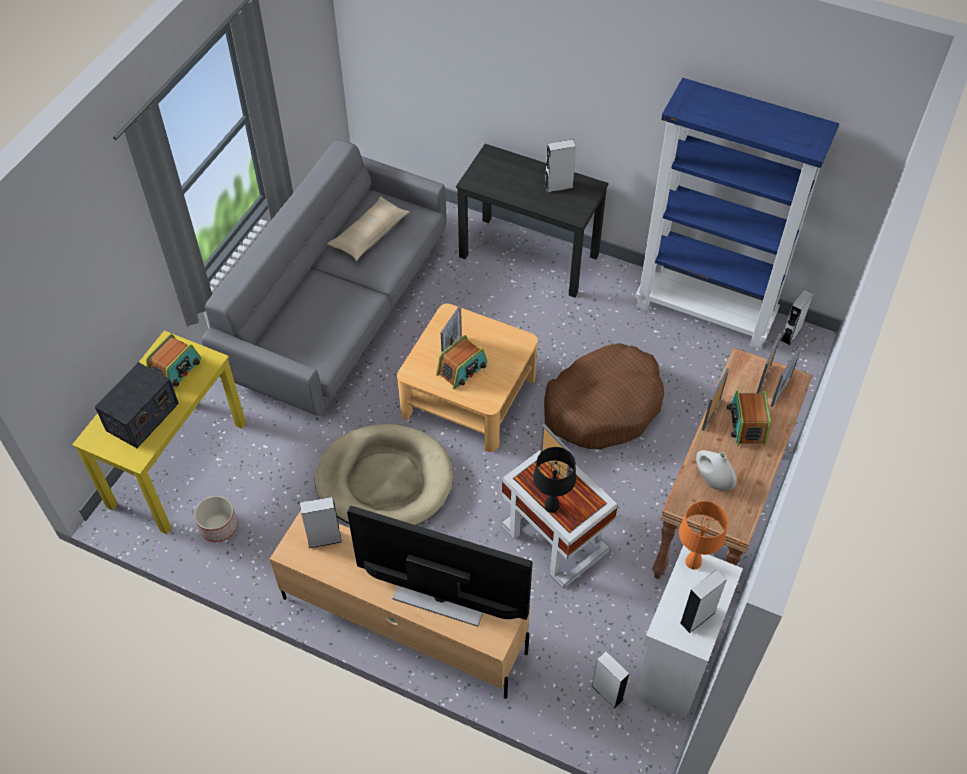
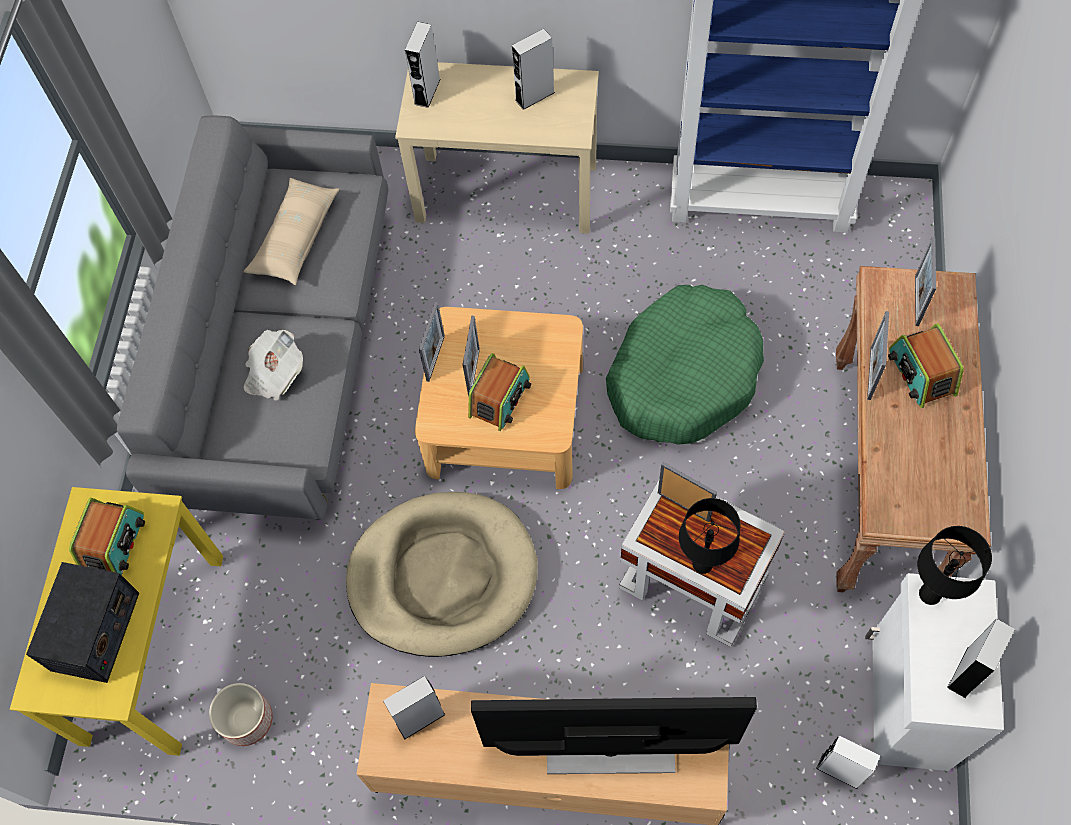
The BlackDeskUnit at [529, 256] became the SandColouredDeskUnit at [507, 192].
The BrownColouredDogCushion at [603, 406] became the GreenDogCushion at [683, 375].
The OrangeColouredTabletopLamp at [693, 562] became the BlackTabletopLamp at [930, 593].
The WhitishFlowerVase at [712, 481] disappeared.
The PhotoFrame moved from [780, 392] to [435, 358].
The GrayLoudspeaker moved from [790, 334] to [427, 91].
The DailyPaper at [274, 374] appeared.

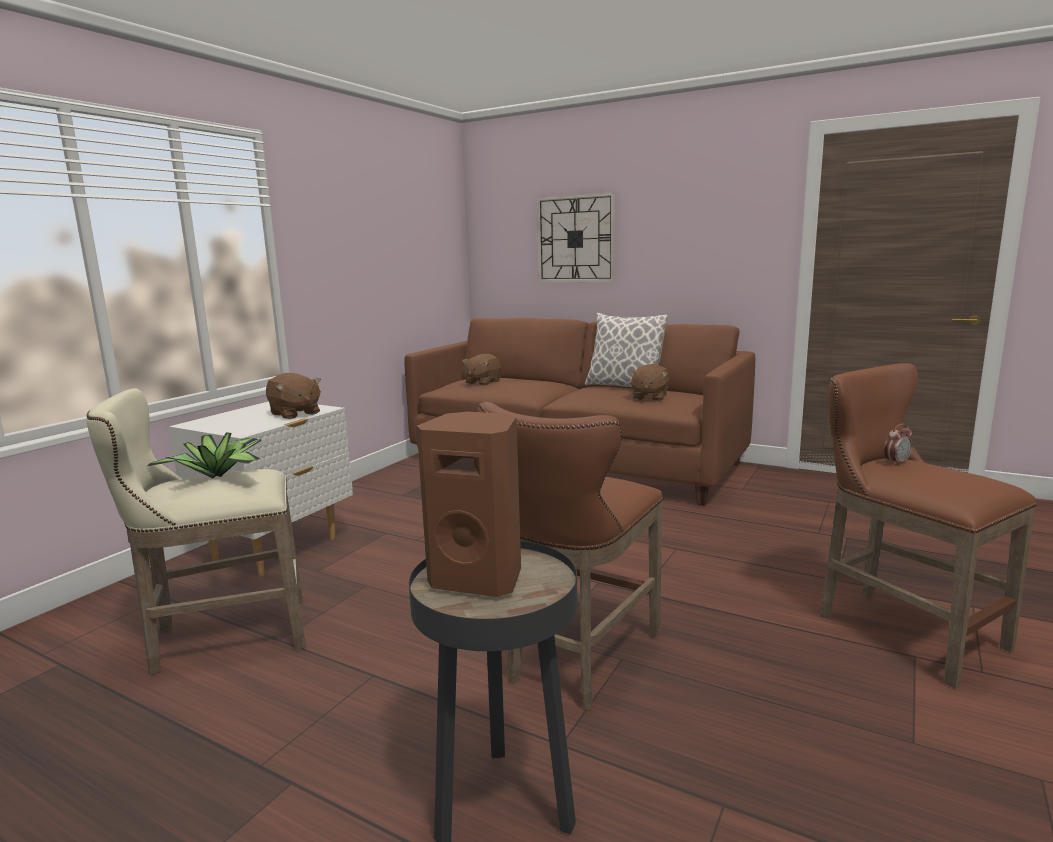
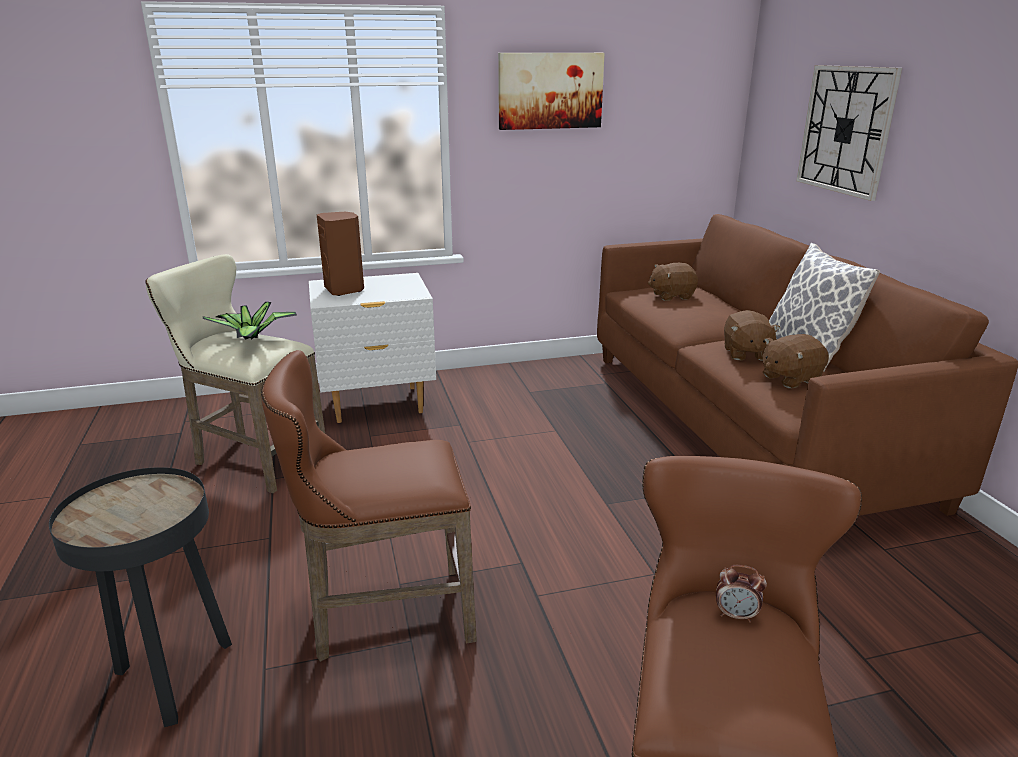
The BrownColouredSoftToy moved from [295, 414] to [745, 353].
The BrownColouredLoudspeaker moved from [479, 578] to [345, 290].
The WallPicture at [550, 91] appeared.

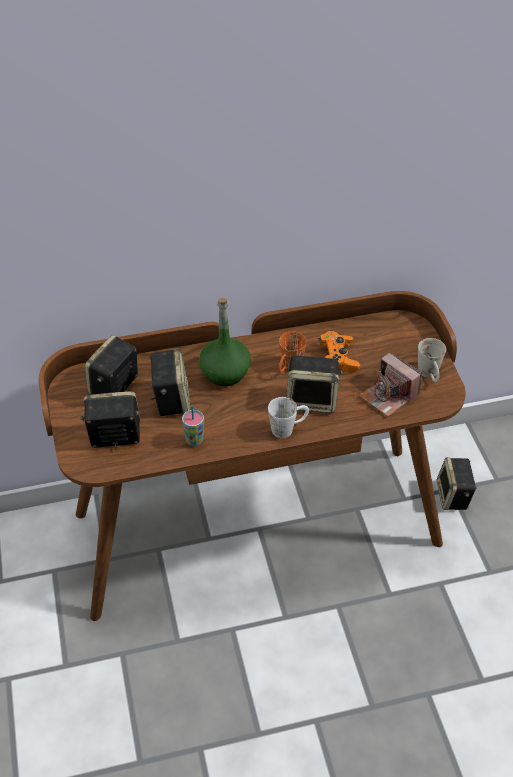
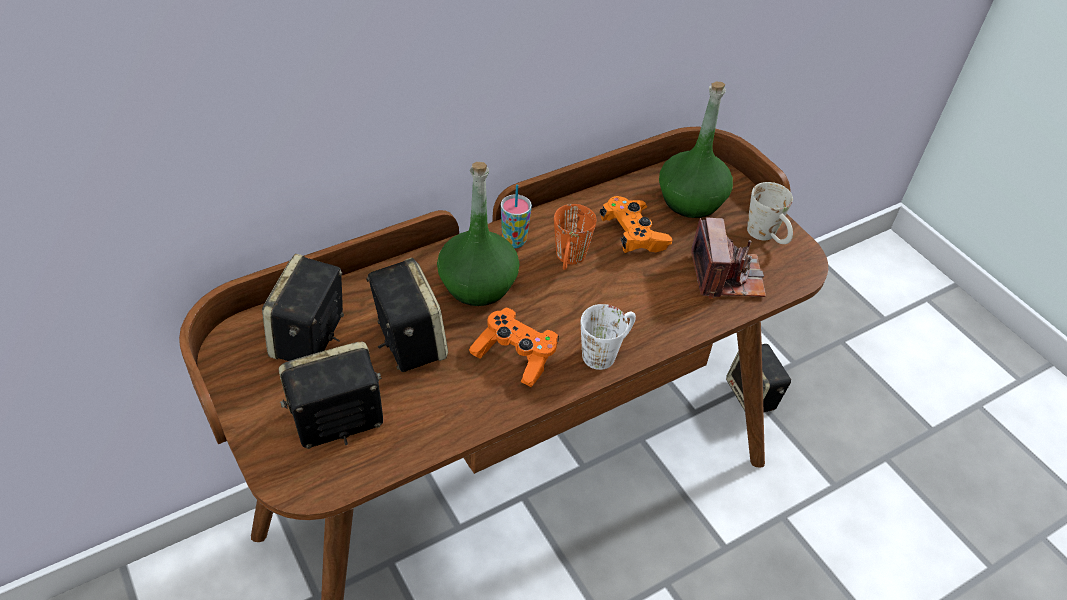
The DrinkingCup moved from [194, 440] to [514, 241].
The Loudspeaker at [312, 400] disappeared.
The PhotoCamera at [388, 396] turned 120 degrees counterclockwise.
The OrangeColouredGamepad at [515, 356] appeared.
The GreenBottle at [690, 200] appeared.

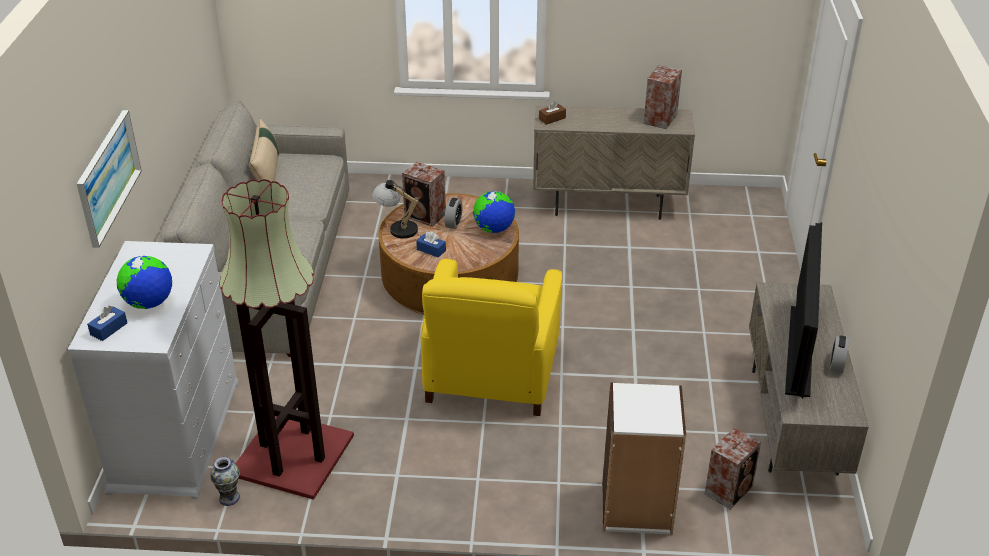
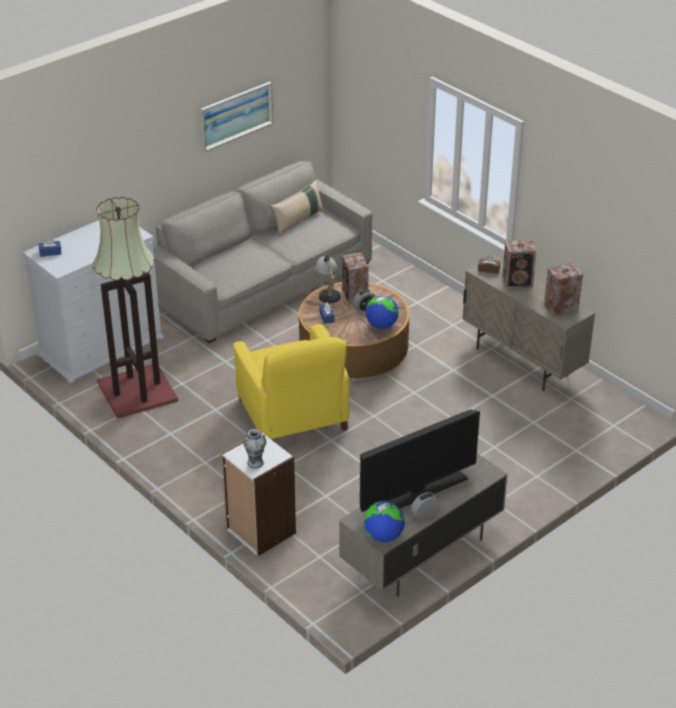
The WallPicture moved from [108, 176] to [236, 115].
The WorldGlobe moved from [149, 303] to [383, 536].
The FlowerVase moved from [229, 498] to [255, 463].
The YellowColouredArmchair at [491, 373] turned 75 degrees counterclockwise.
The Loudspeaker moved from [730, 490] to [518, 282].

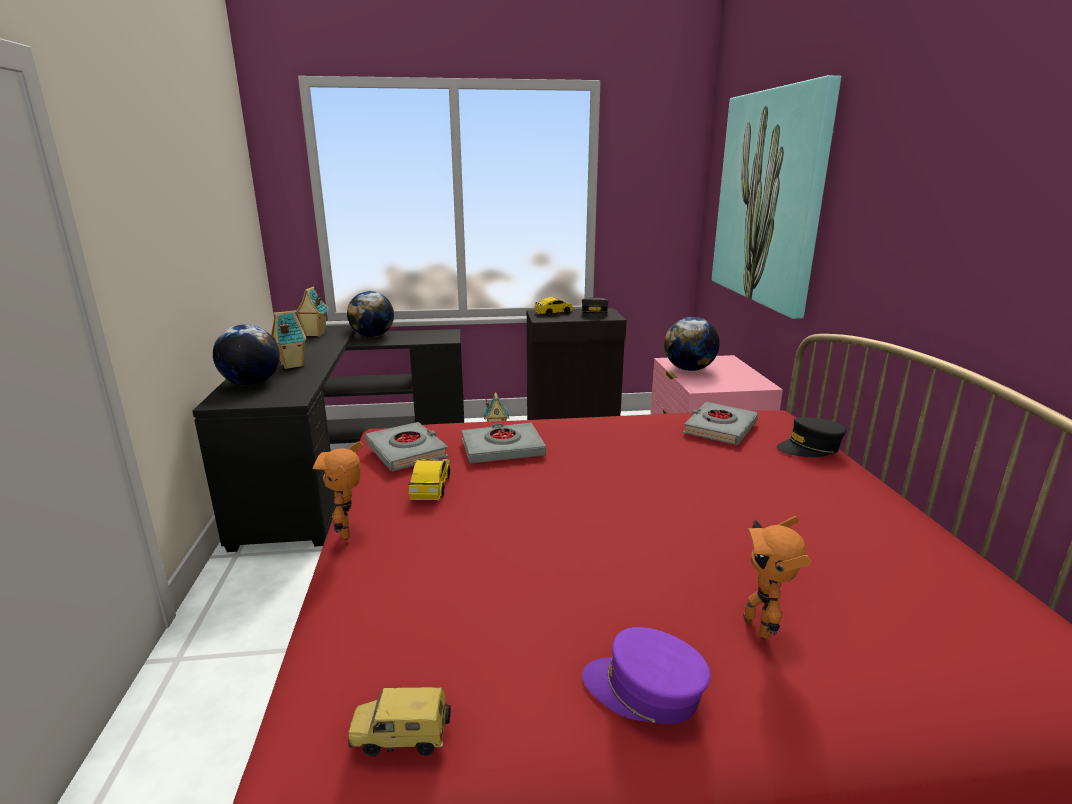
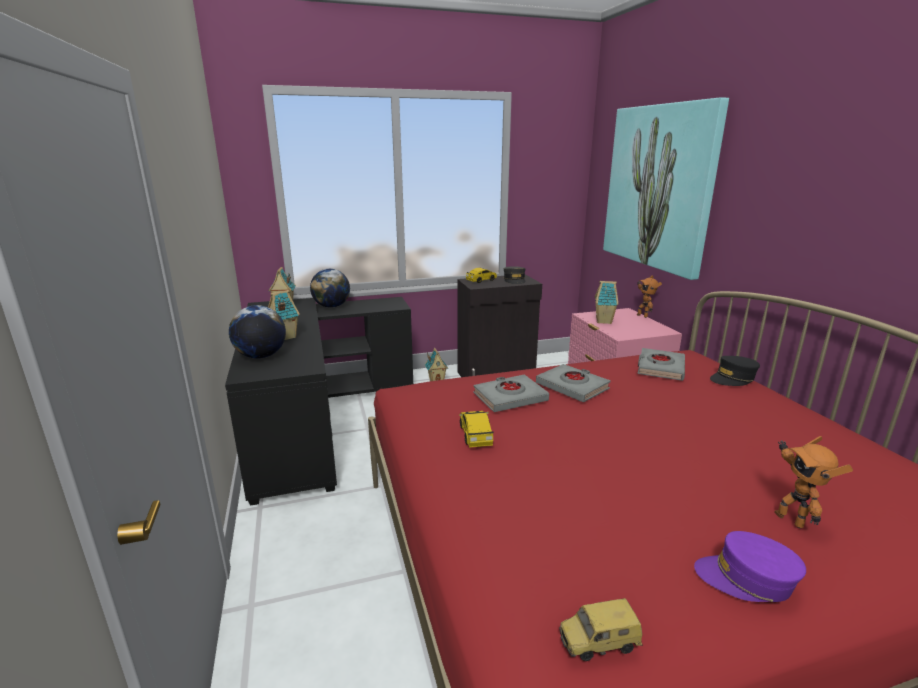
The ModelRobot moved from [350, 532] to [643, 316].
The GrayVolume moved from [407, 451] to [572, 387].
The WorldGlobe at [689, 369] was replaced by the ModelHouse at [604, 321].

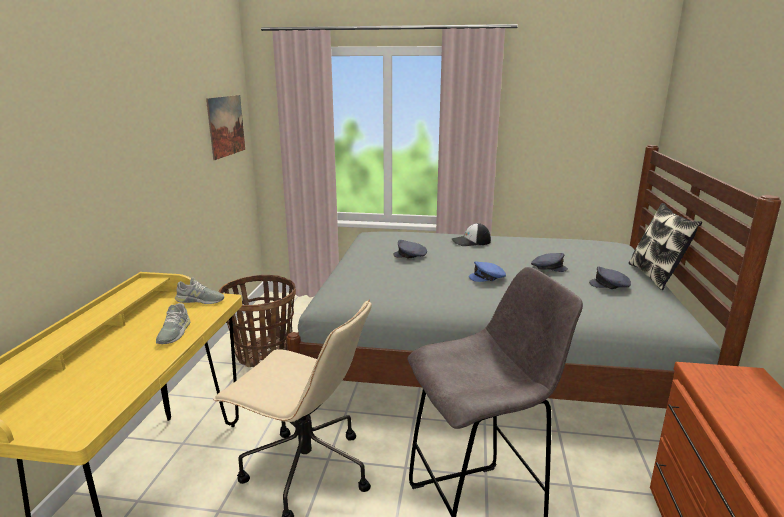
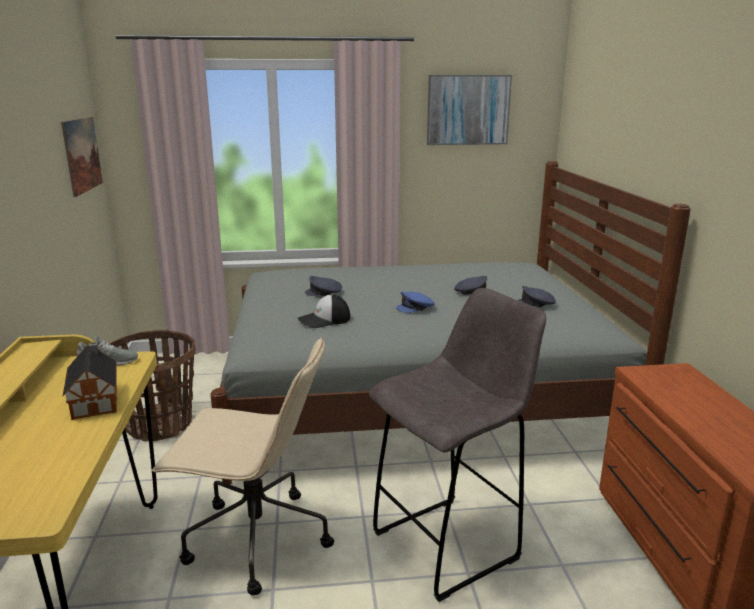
The GrayLowShoe at [174, 332] was replaced by the ModelHouse at [96, 400].
The Cap moved from [471, 241] to [324, 320].
The Cushion at [655, 276] disappeared.
The WallPicture at [468, 110] appeared.

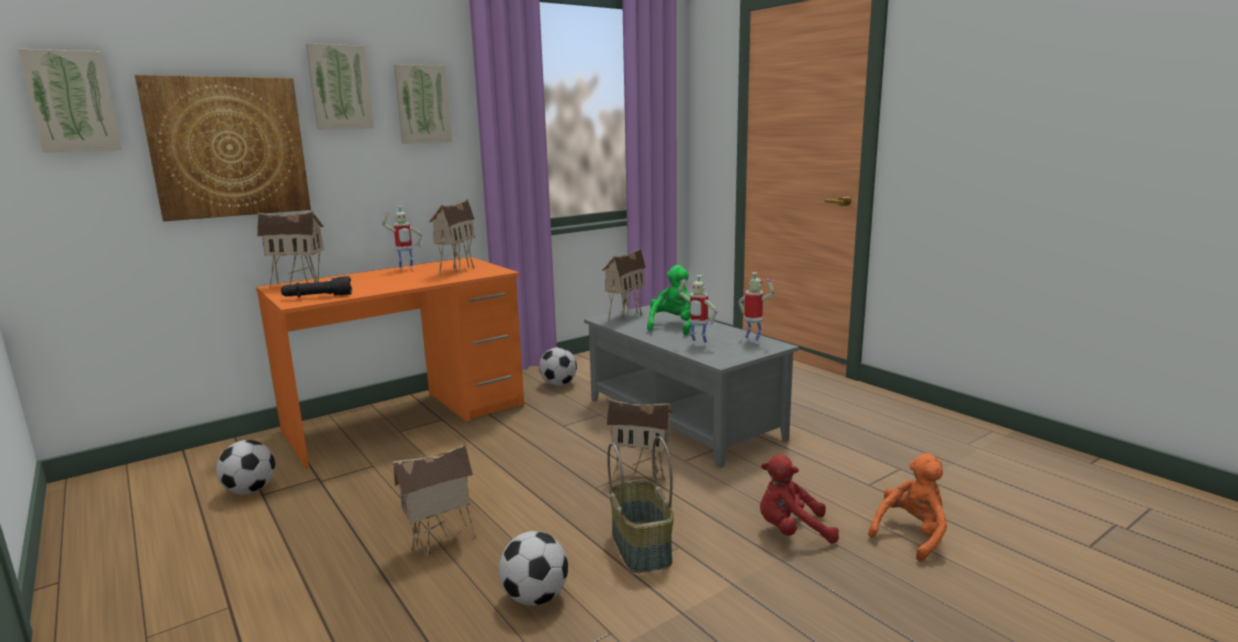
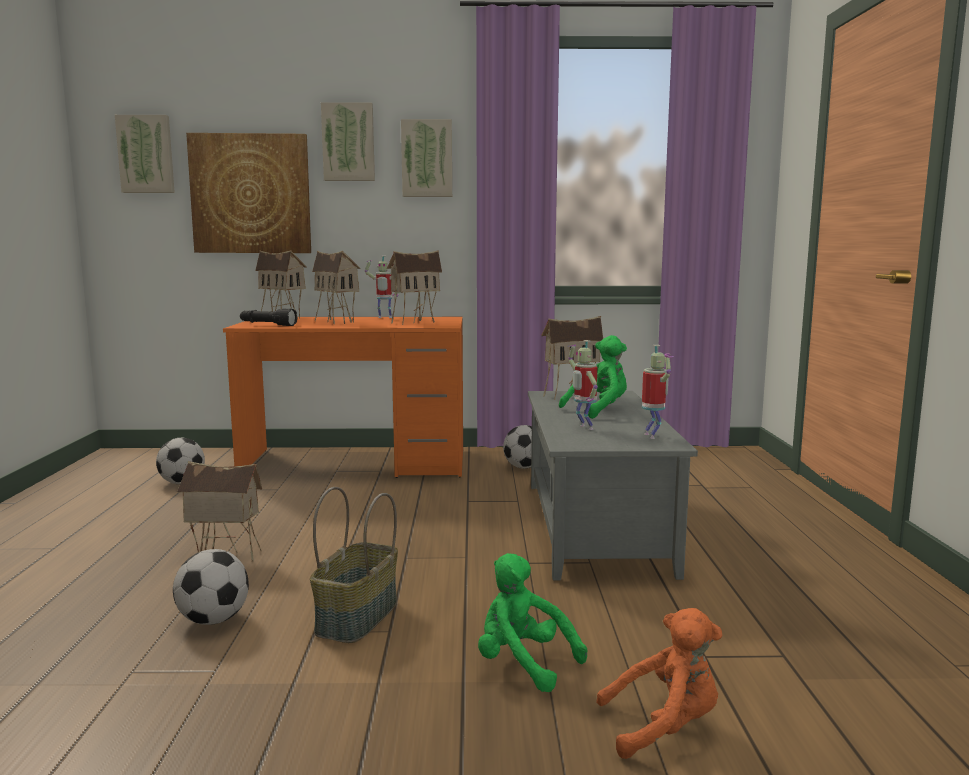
The ModelHouse moved from [641, 474] to [337, 322].
The ReddishSoftToy at [791, 531] became the GreenSoftToy at [523, 663].

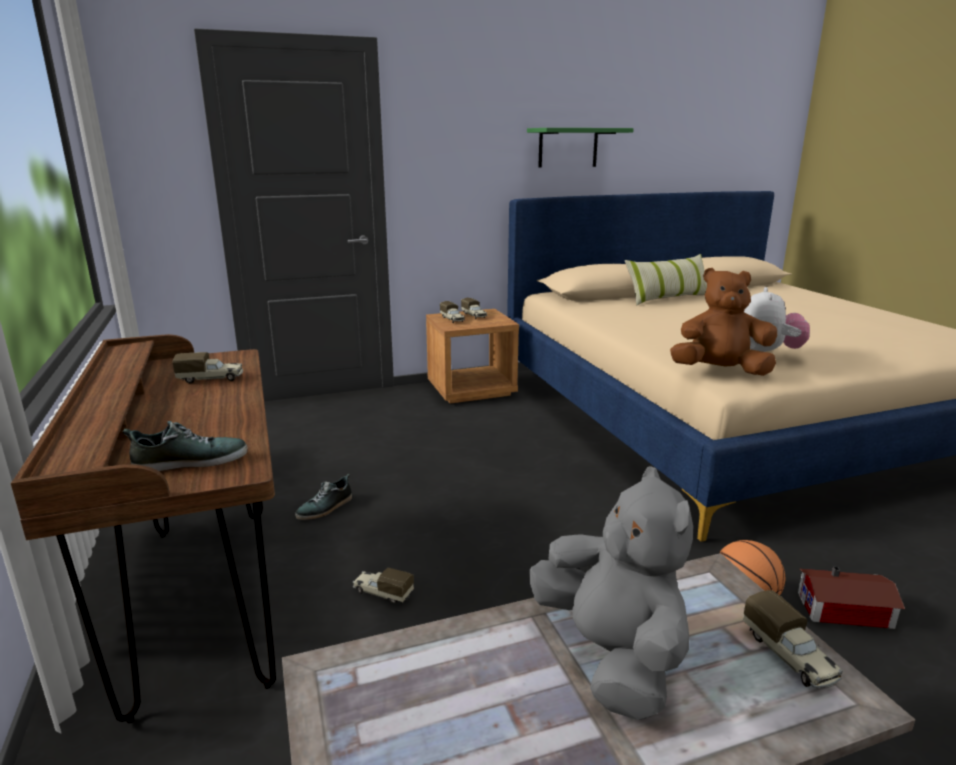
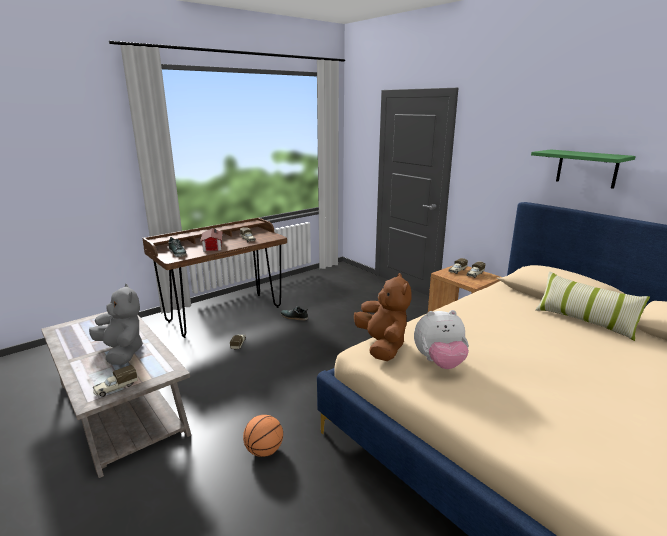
The GraySoftToy at [611, 656] turned 90 degrees counterclockwise.
The ModelHouse moved from [847, 611] to [211, 246].

